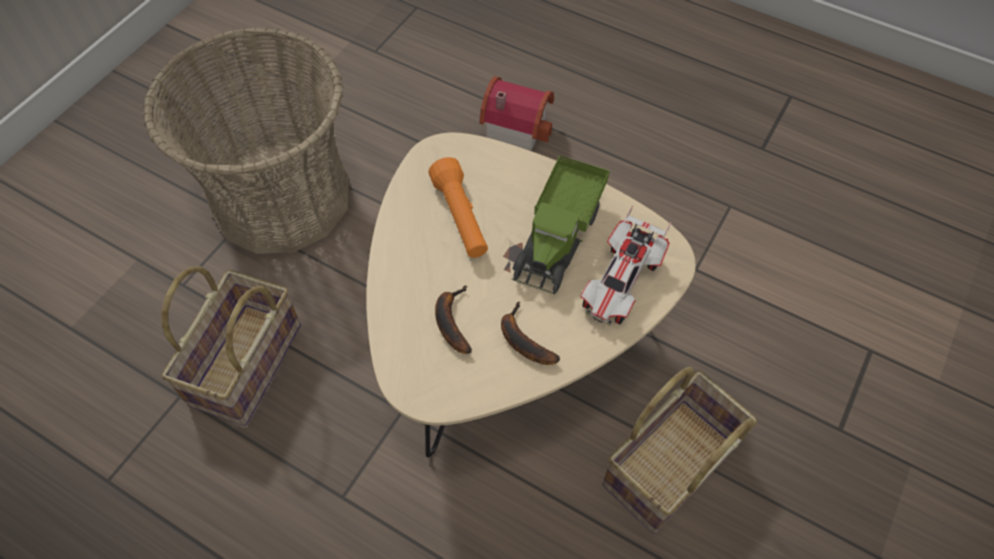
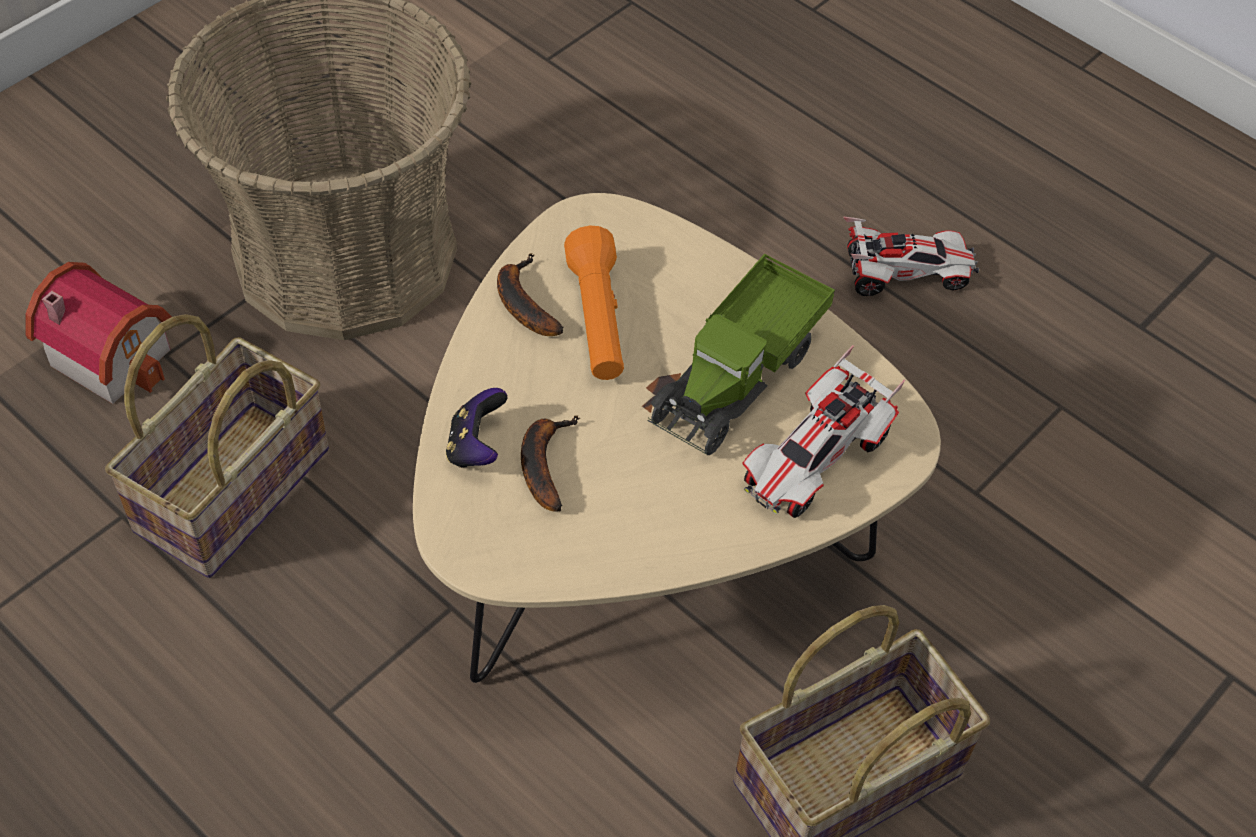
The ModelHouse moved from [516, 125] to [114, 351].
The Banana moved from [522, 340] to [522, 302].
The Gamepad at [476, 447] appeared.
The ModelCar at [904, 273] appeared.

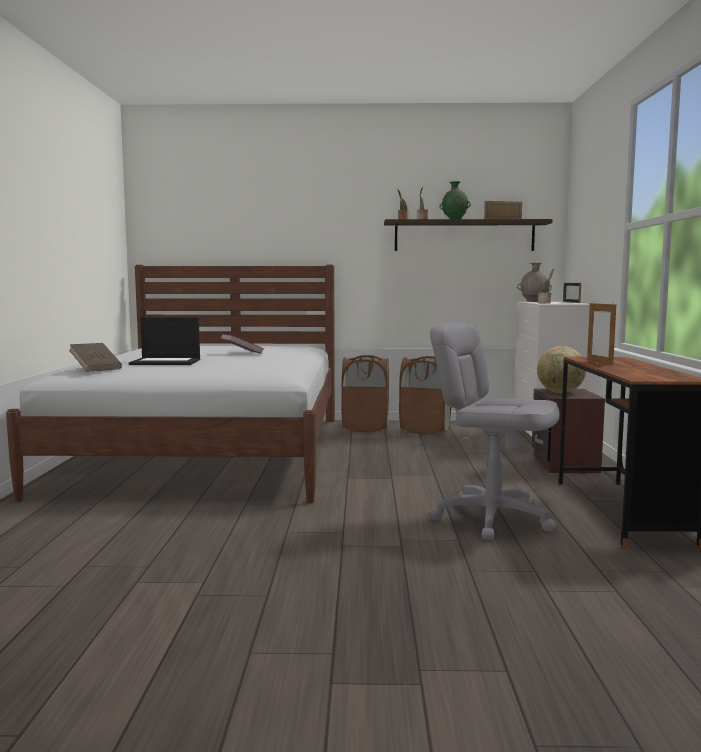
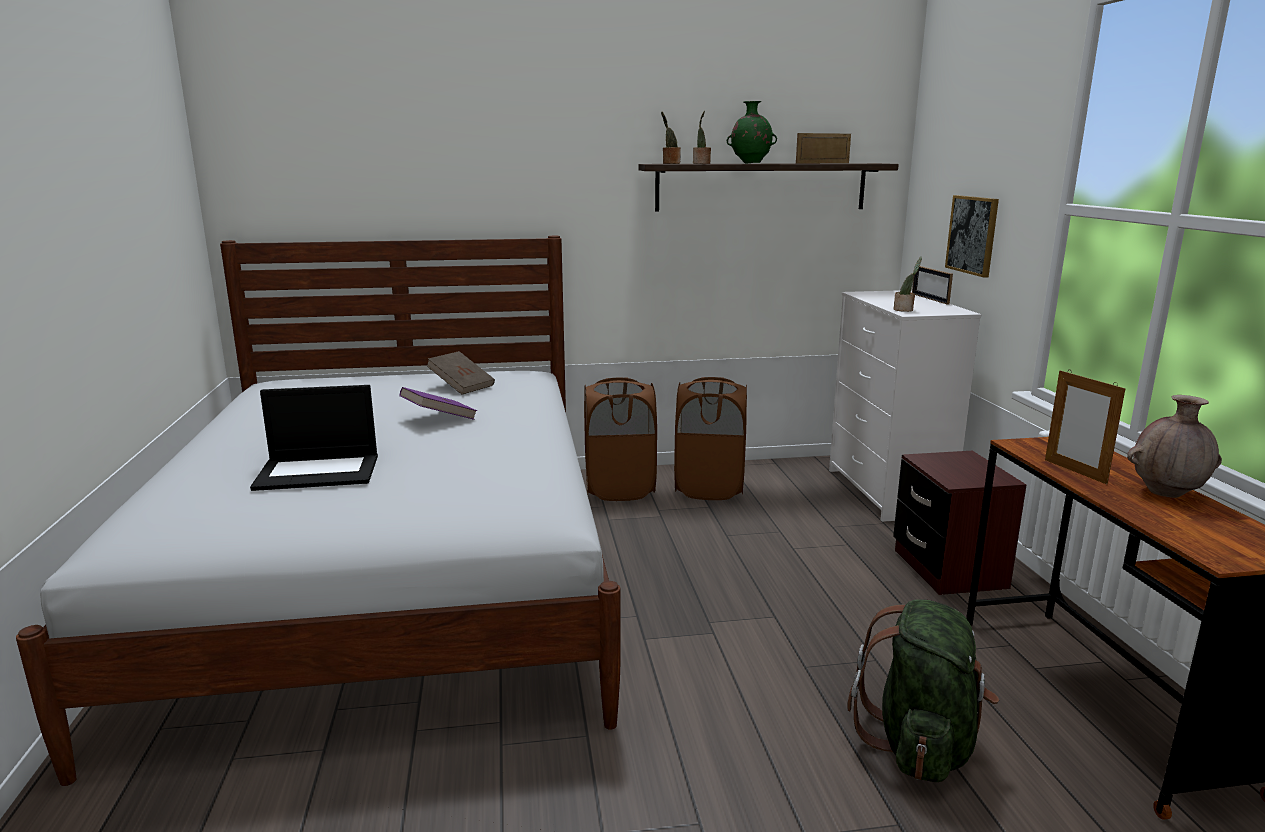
The BrownColouredVolume moved from [96, 368] to [461, 386].
The GrayComputerChair at [492, 518] was replaced by the GreenRucksack at [920, 744].
The BrownColouredFlowerVase moved from [533, 302] to [1167, 493].
The WorldGlobe at [560, 392] disappeared.
The WallPicture at [972, 235] appeared.

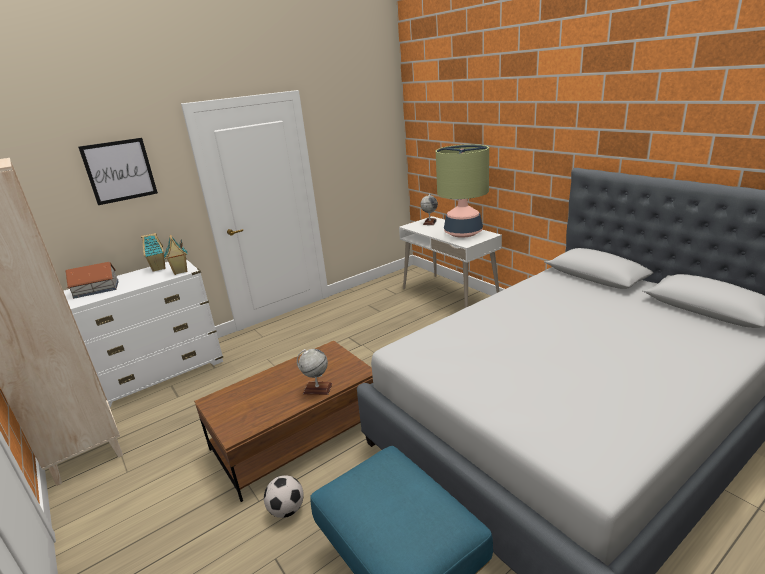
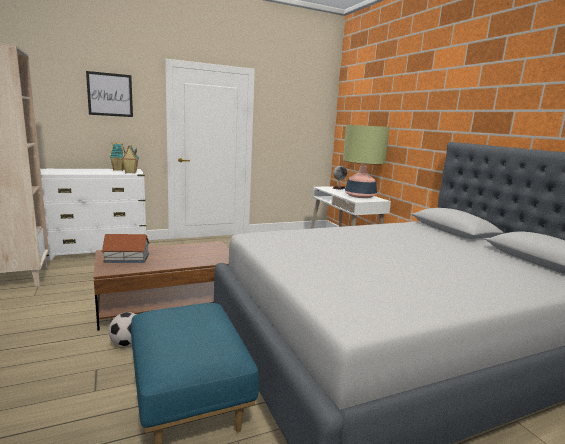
The ModelHouse moved from [97, 289] to [127, 258].
The WorldGlobe at [317, 389] disappeared.

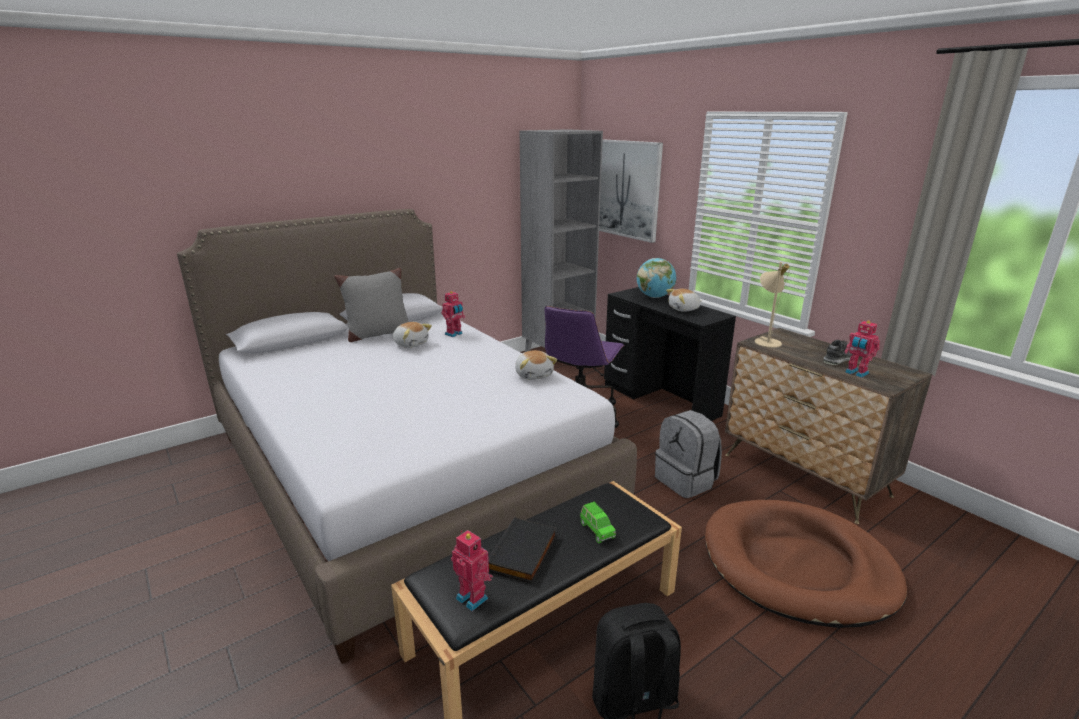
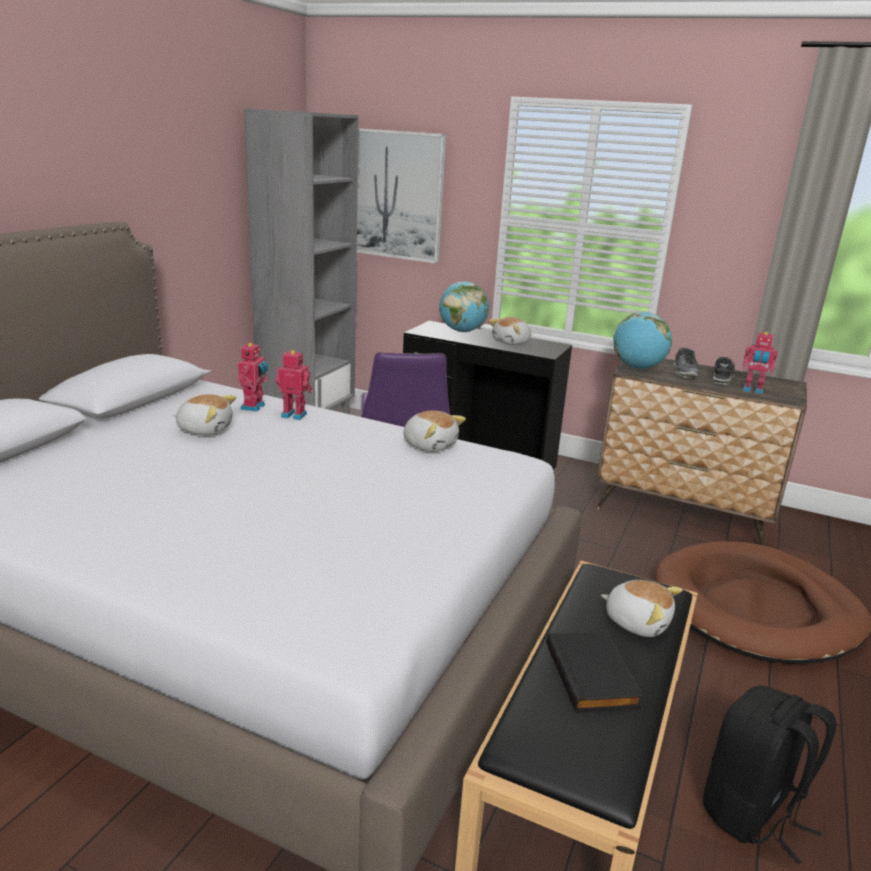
The GrayCushion at [378, 335] disappeared.
The ModelRobot moved from [473, 597] to [294, 414].
The GreenModelCar at [597, 530] was replaced by the SoftToy at [637, 621].
The GrayRucksack at [686, 481] disappeared.
The SandColouredTabletopLamp at [766, 341] was replaced by the WorldGlobe at [637, 368].
The LowShoe at [684, 372] appeared.

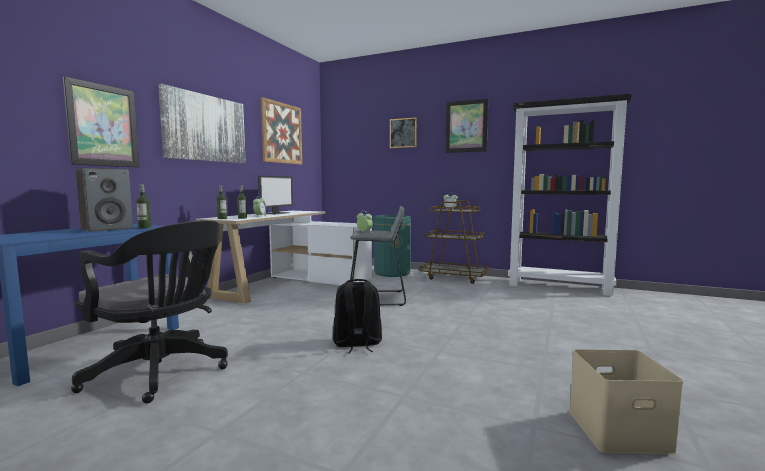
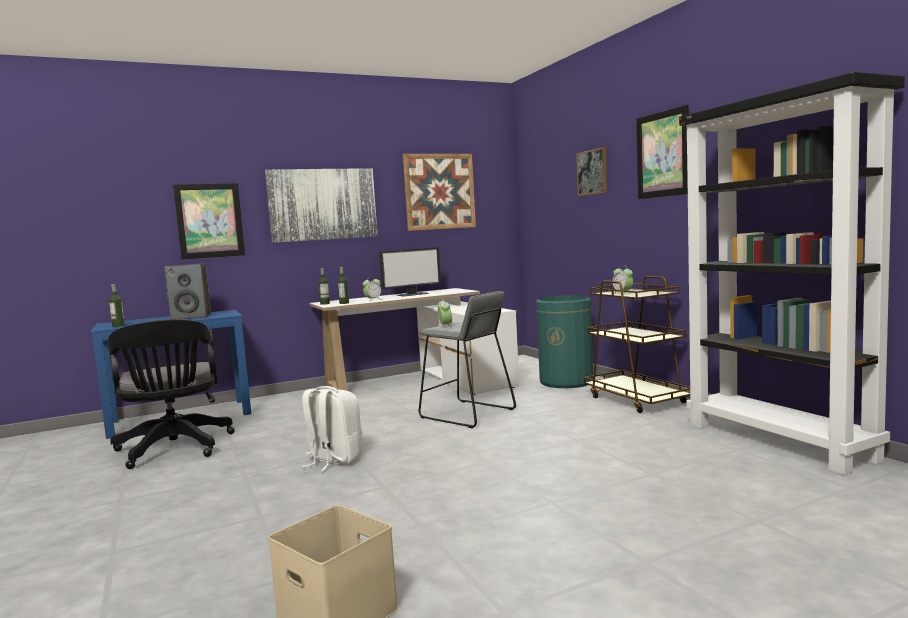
The Bottle moved from [144, 227] to [118, 326].
The BlackRucksack at [357, 344] became the WhitishRucksack at [333, 460].

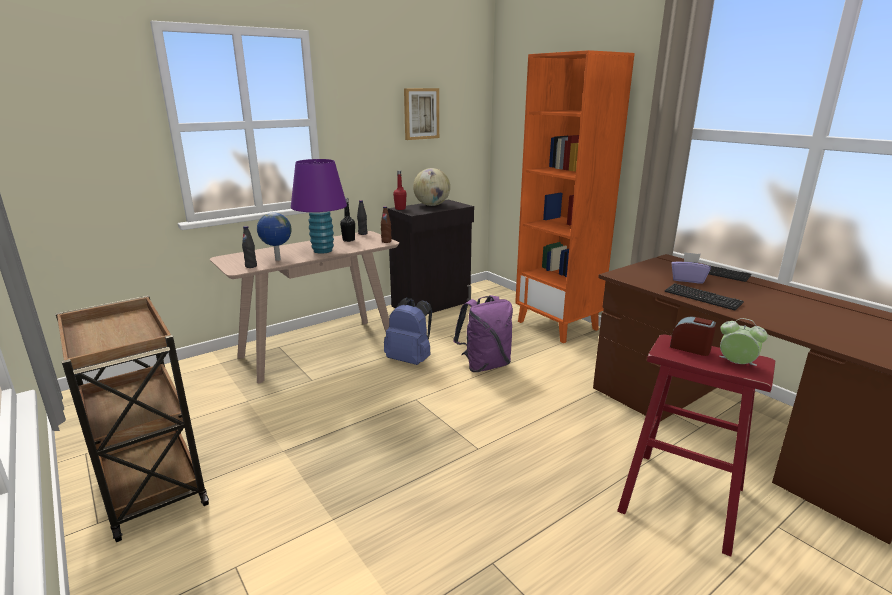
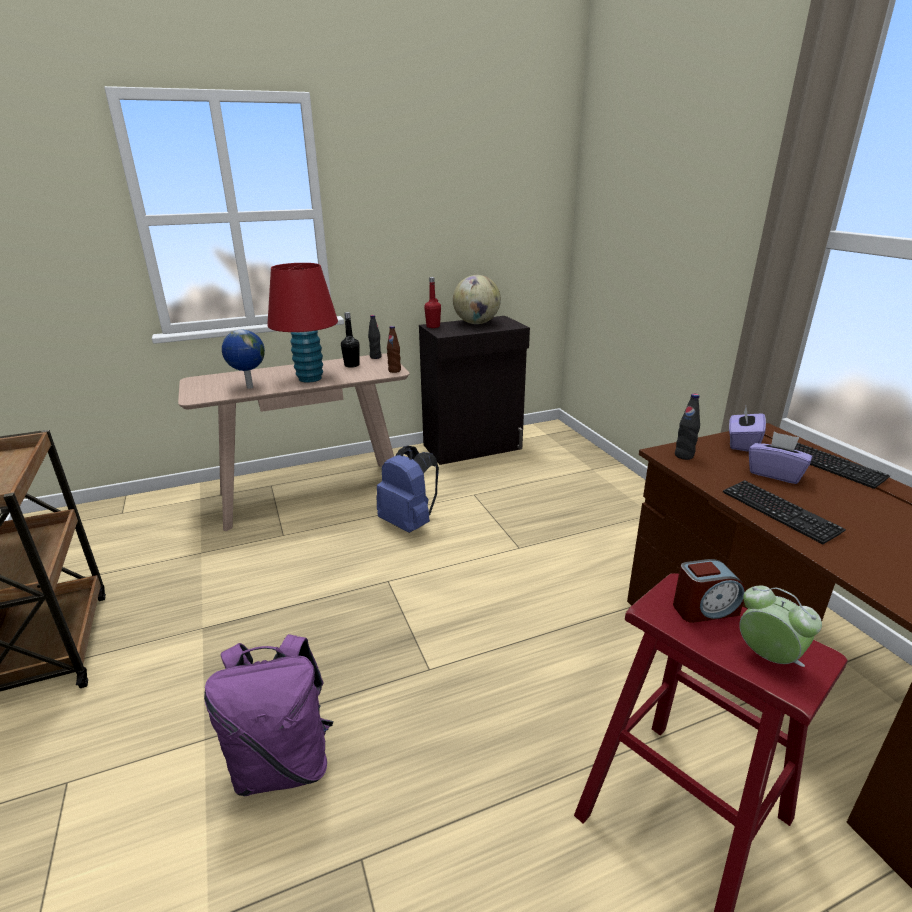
The BlackBottle moved from [251, 266] to [684, 456].
The PurpleColouredTabletopLamp at [323, 251] became the ReddishTabletopLamp at [310, 378].
The WallPicture at [421, 114] disappeared.
The PurpleColouredRucksack moved from [485, 365] to [283, 763].
The OrangeColouredShelvingUnit at [558, 325] disappeared.
The AlarmClock at [690, 348] turned 120 degrees clockwise.
The PurpleColouredTissueBox at [742, 443] appeared.

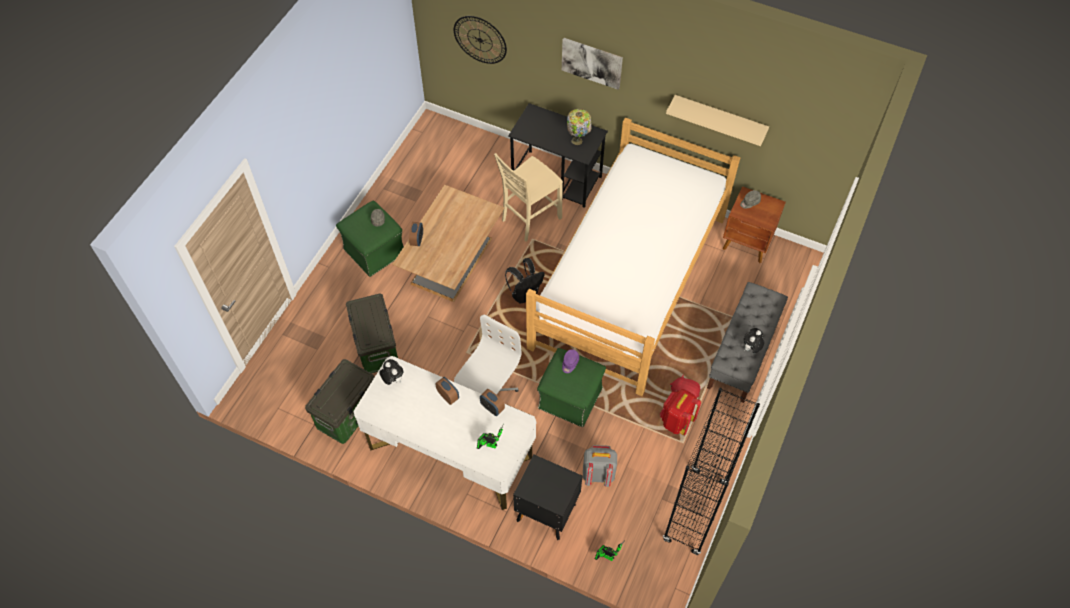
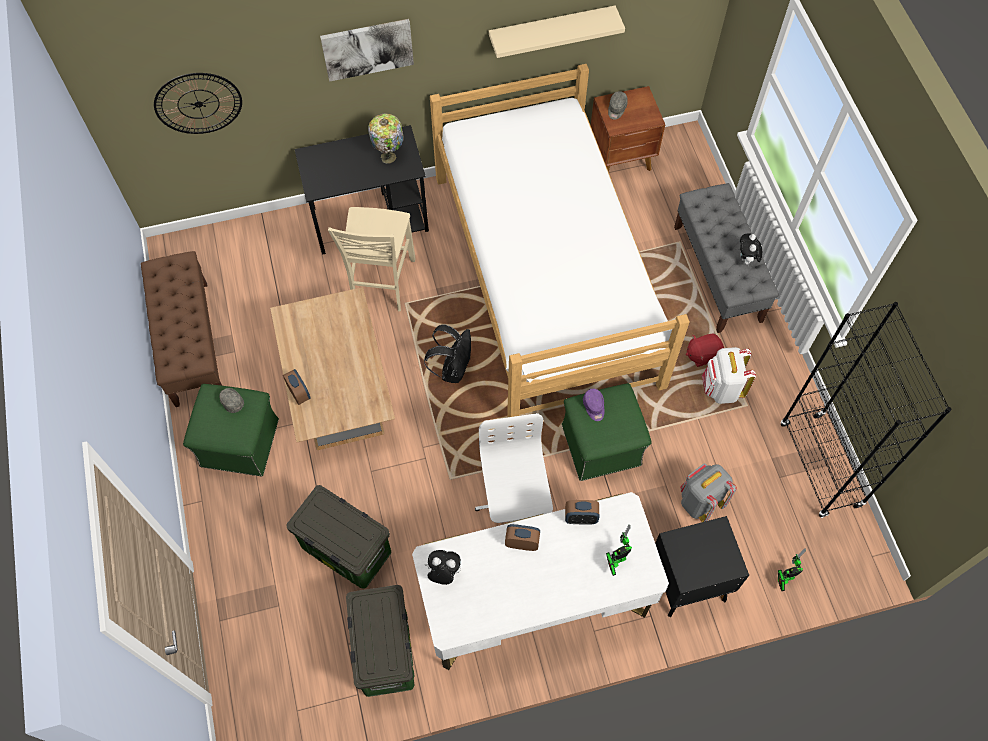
The ReddishRucksack at [676, 421] became the WhitishRucksack at [721, 388].
The BrownColouredBench at [191, 343] appeared.

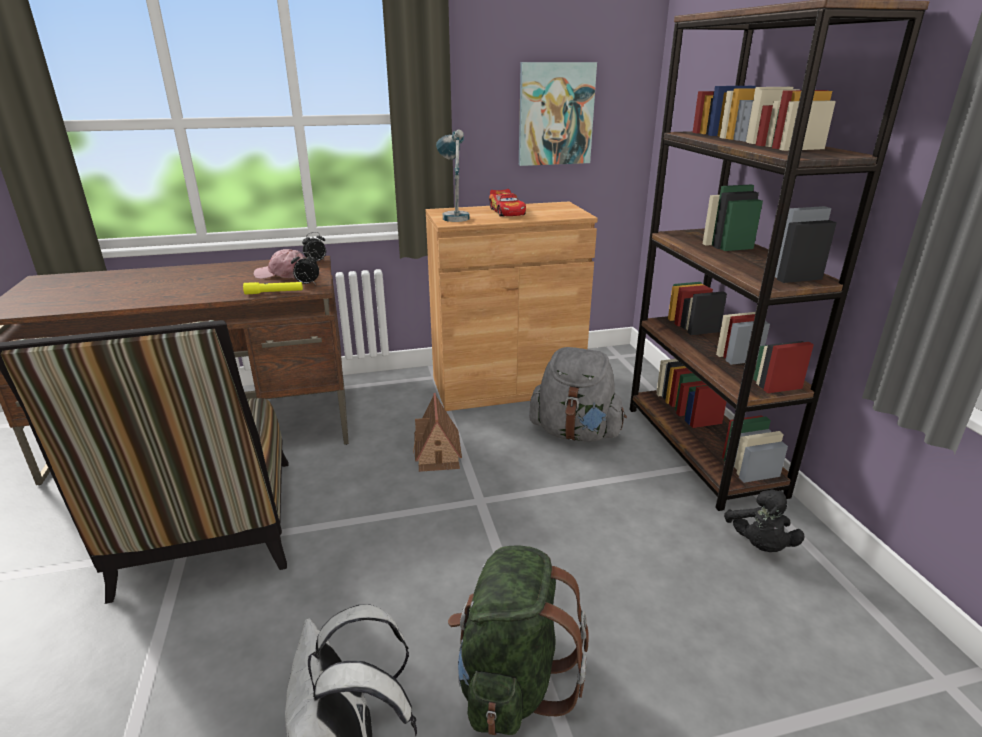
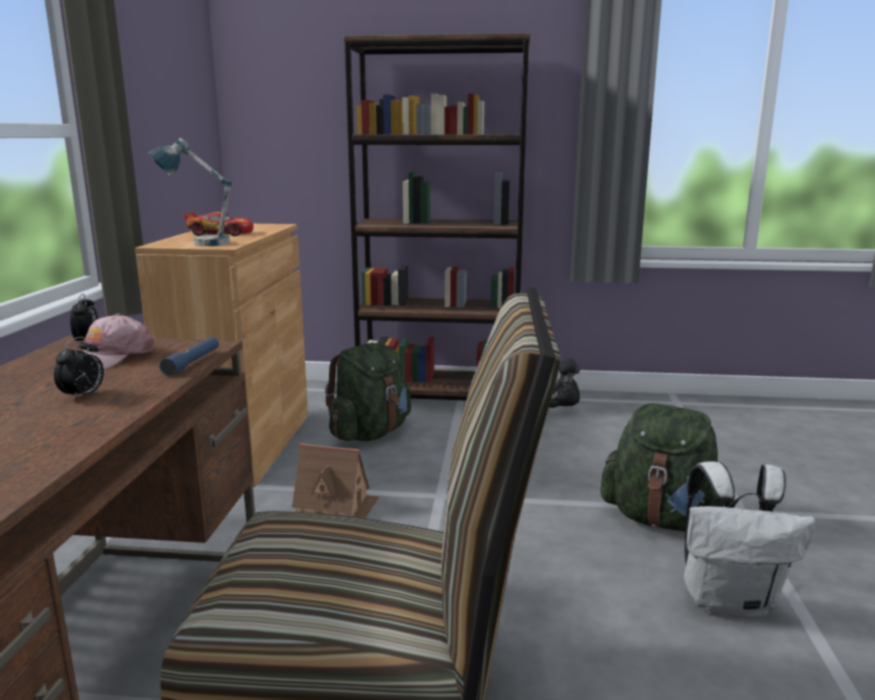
The YellowColouredTorch at [274, 292] became the BlueTorch at [192, 363].
The AlarmClock moved from [307, 284] to [83, 396].
The WallPicture at [555, 114] disappeared.
The GrayRucksack at [575, 433] became the GreenRucksack at [370, 433].

